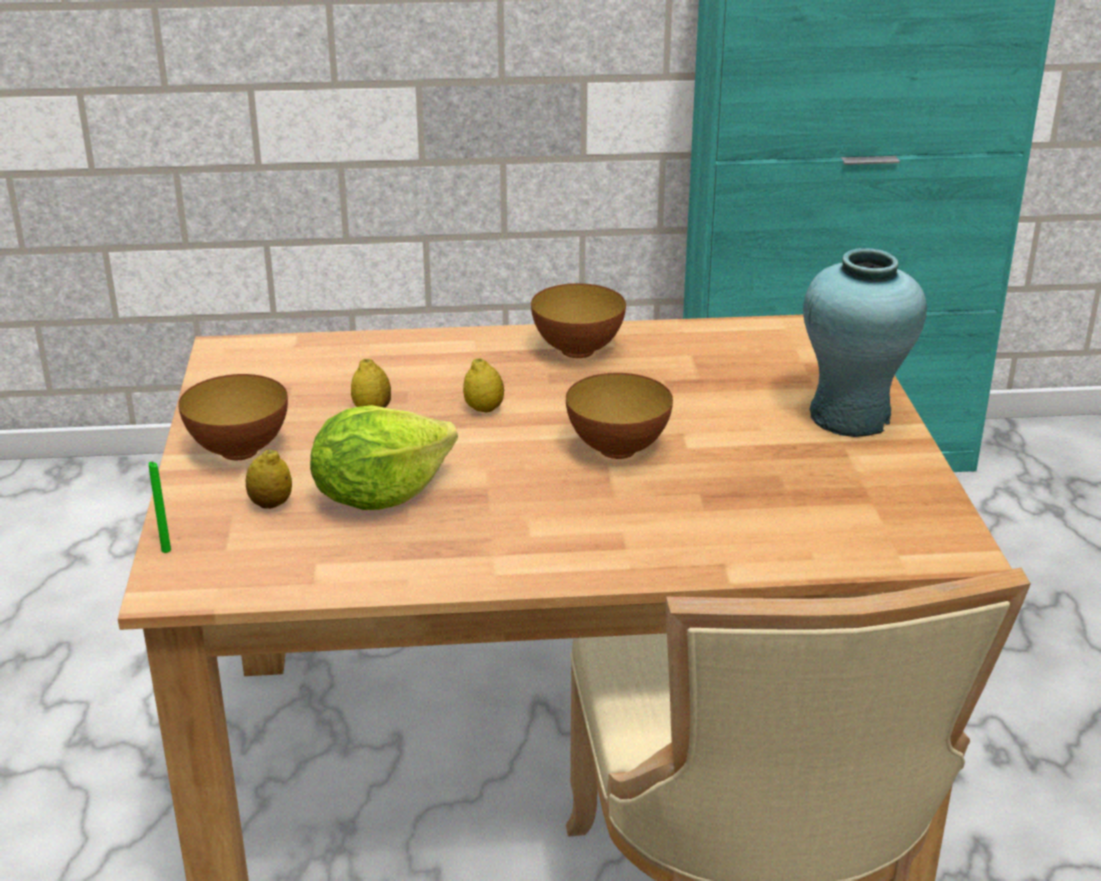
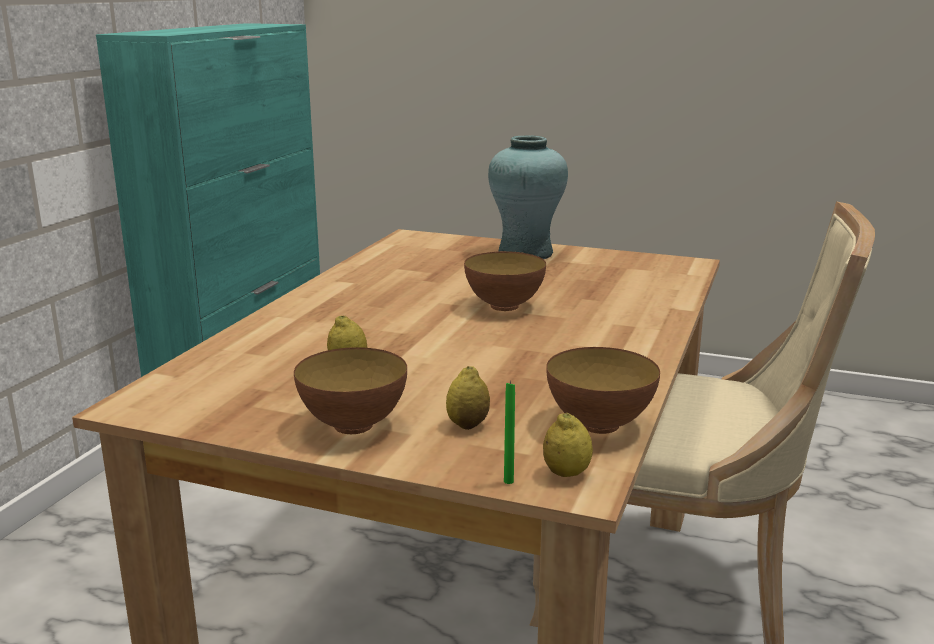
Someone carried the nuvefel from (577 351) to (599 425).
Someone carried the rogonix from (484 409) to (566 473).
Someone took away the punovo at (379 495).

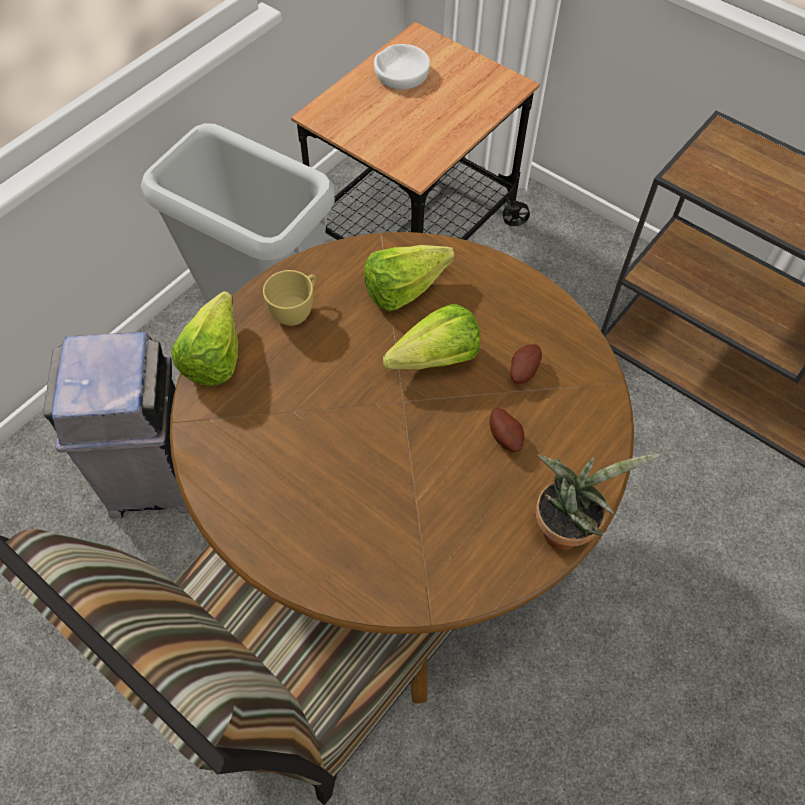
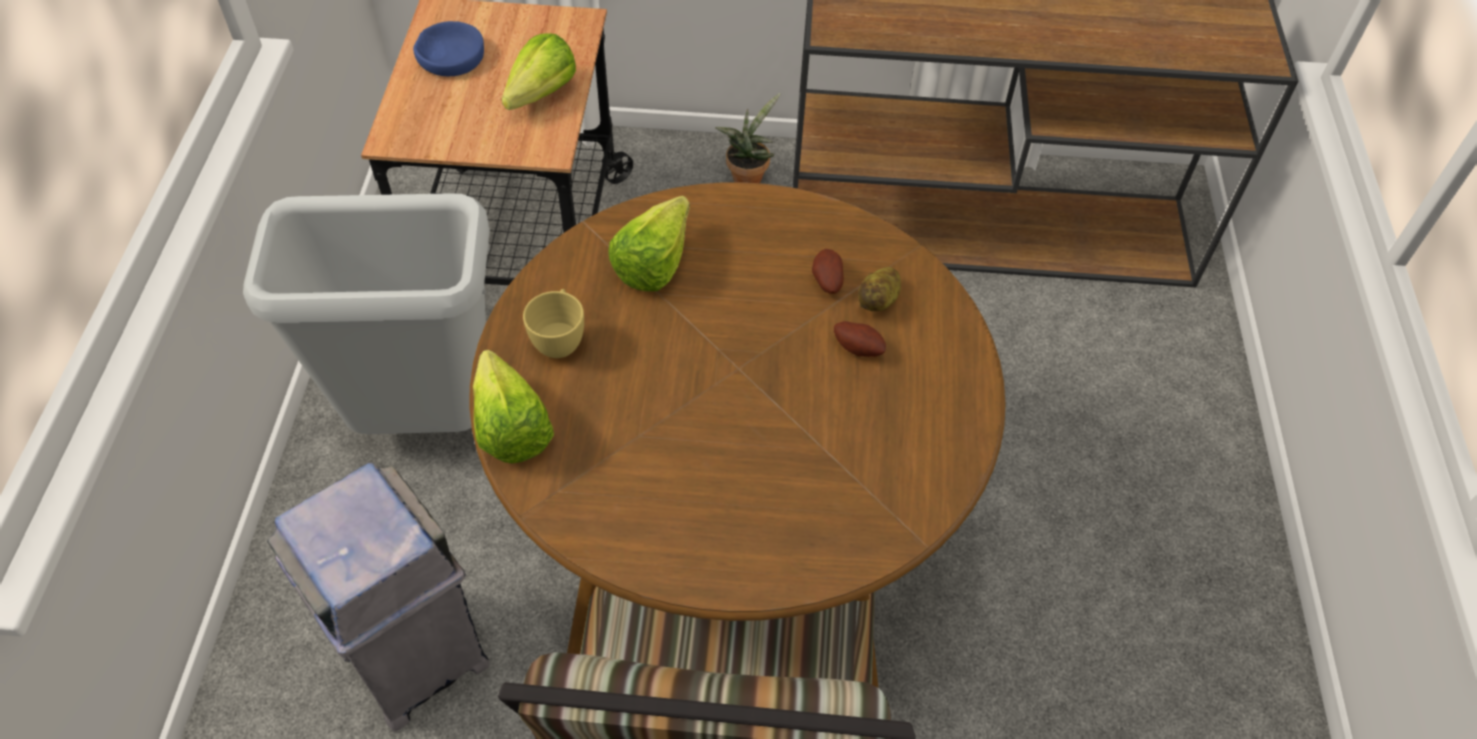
Someone repainted the white nuvefel at (401 74), which became the blue nuvefel at (451 57).
Someone carried the punovo from (427 361) to (535 98).
Someone carried the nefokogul from (565 527) to (747 178).
Someone put down the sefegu at (879 301).

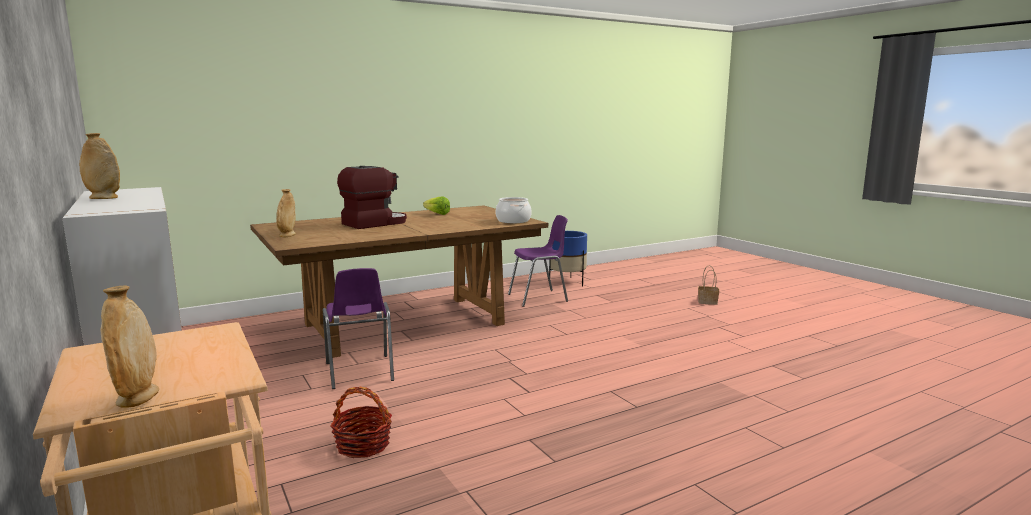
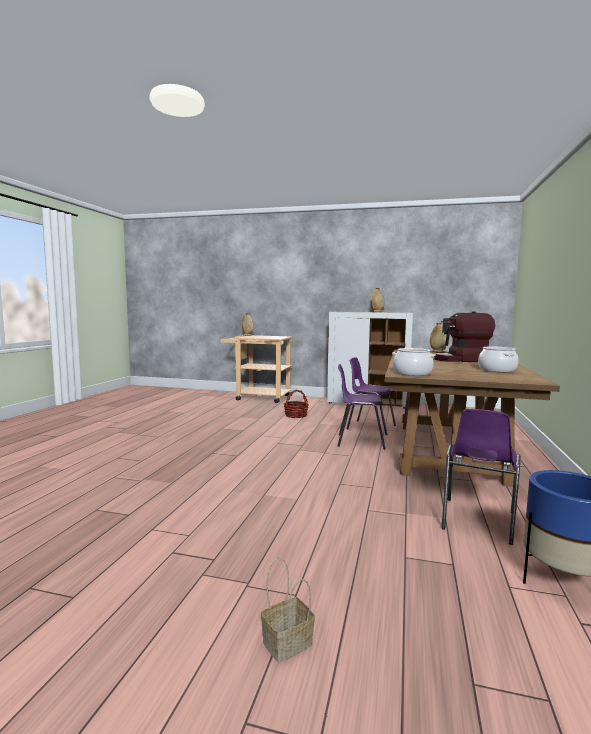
Someone rotated the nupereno at (374 223) by 90 degrees clockwise.
Someone swapped the punovo at (435 214) for the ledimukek at (497 370).
Someone put down the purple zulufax at (359 441).

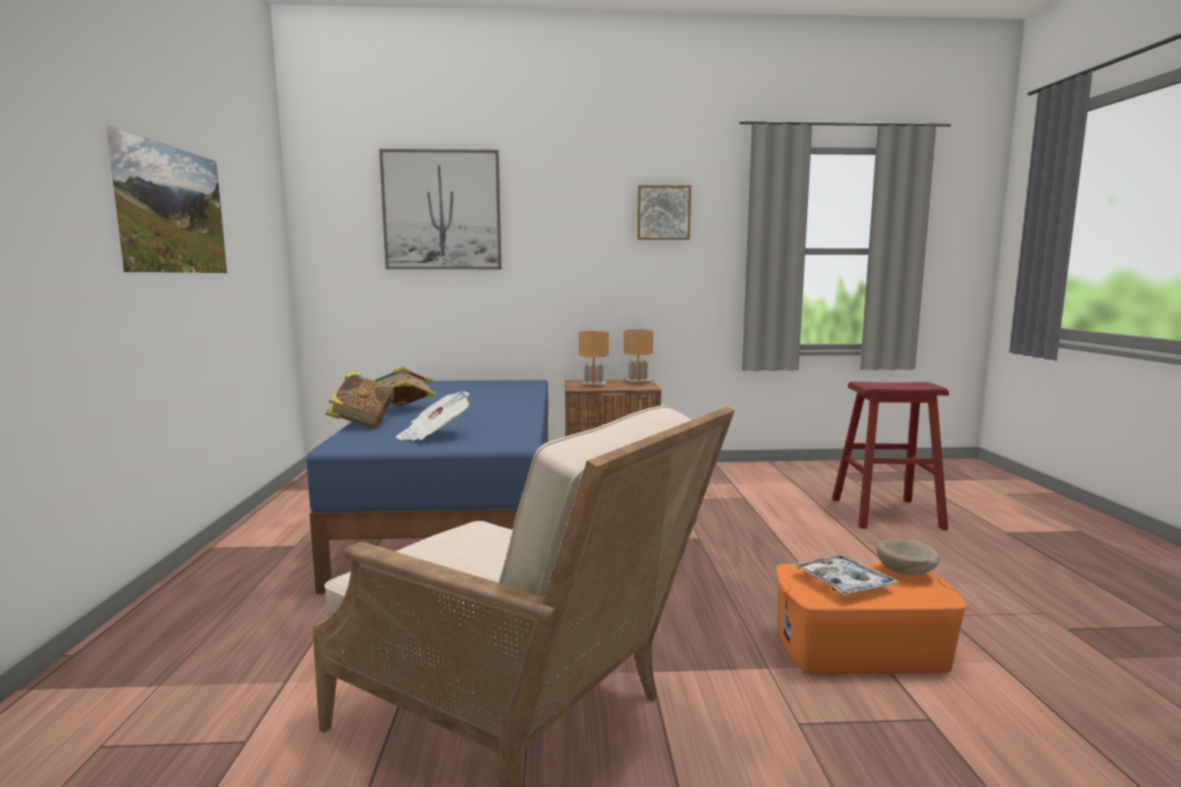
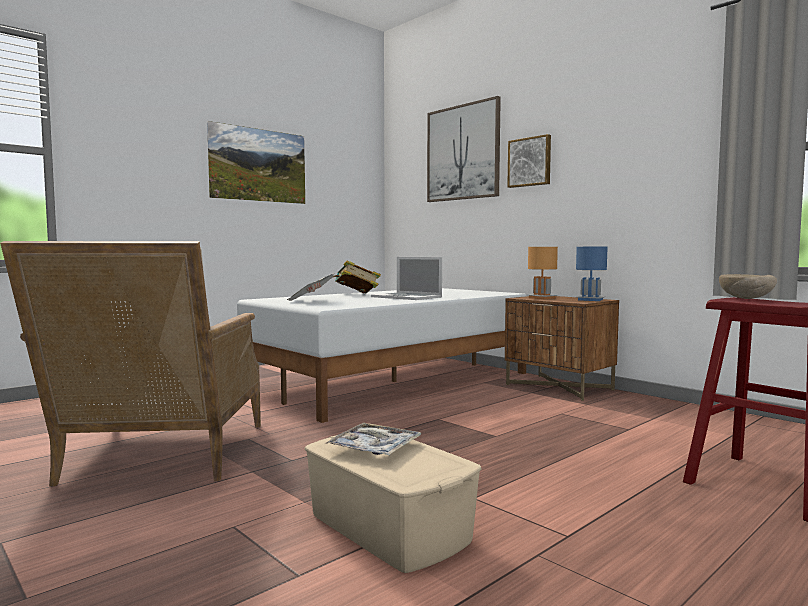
Someone carried the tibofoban from (663 213) to (530 162).
Someone repainted the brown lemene at (637 382), which became the blue lemene at (590 300).
Someone took away the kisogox at (362 424).
Someone repainted the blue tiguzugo at (463 512), which became the white tiguzugo at (394 382).
Someone carried the beige nuvefel from (907 573) to (746 299).
Someone repainted the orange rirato at (861 650), which became the beige rirato at (388 528).
Someone put down the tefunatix at (406 297).

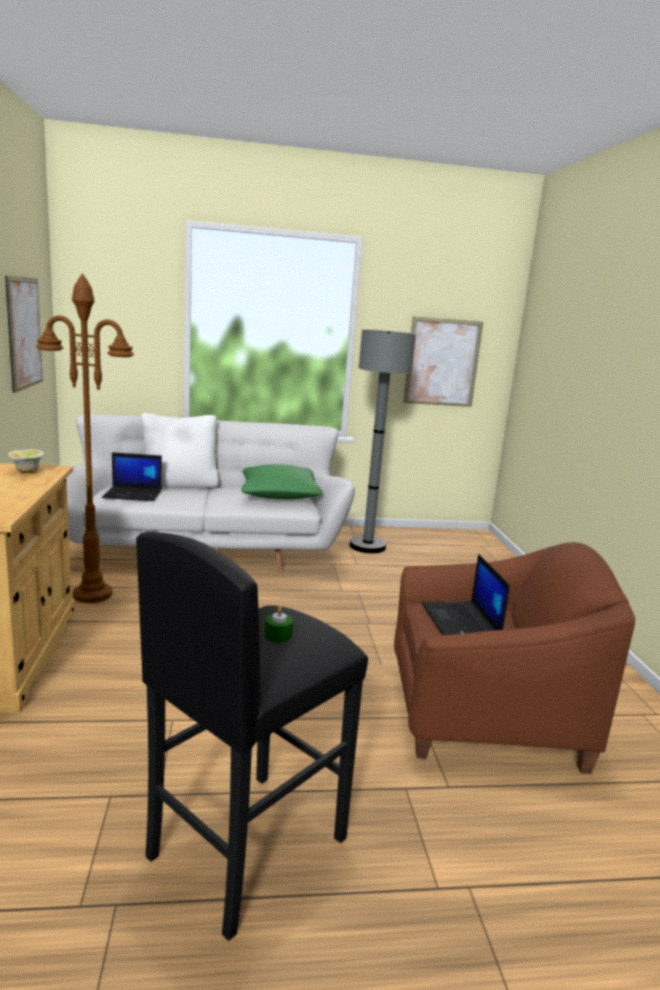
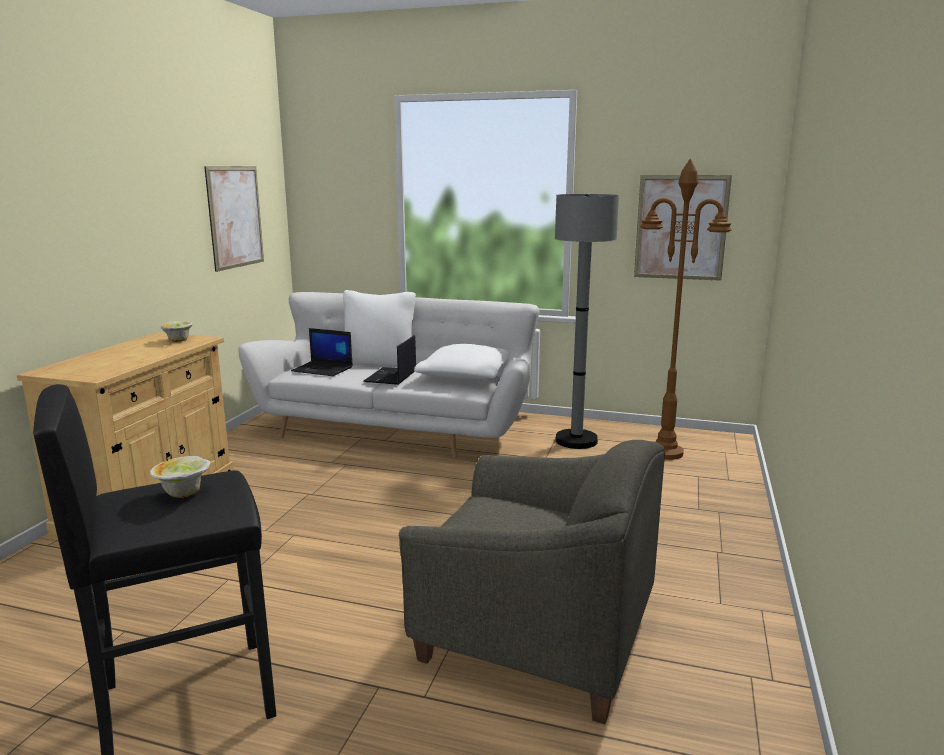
Someone carried the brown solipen from (93 594) to (666 453).
Someone repainted the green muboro at (279 495), which became the white muboro at (465 377).
Someone repainted the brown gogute at (484 717), which became the grey gogute at (535 636).
Someone carried the tefunatix from (461 621) to (391 377).
Someone swapped the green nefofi at (278 635) for the nuvefel at (184 494).

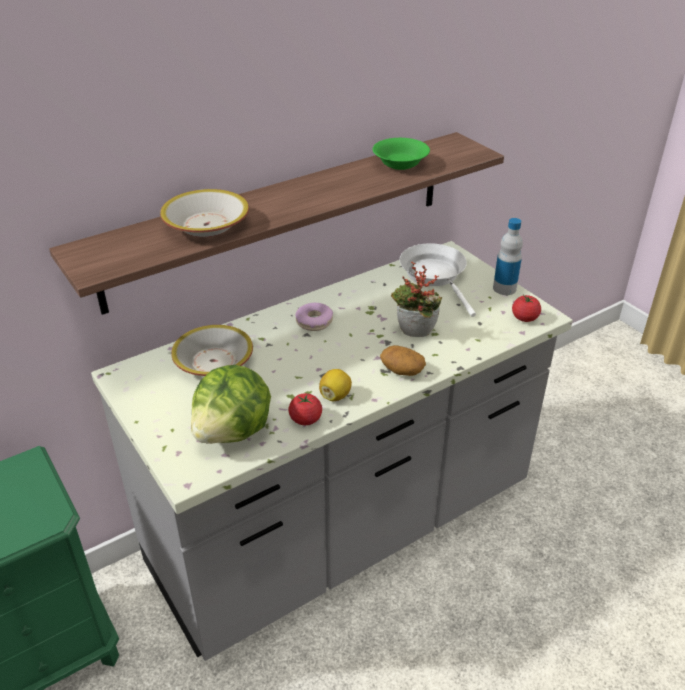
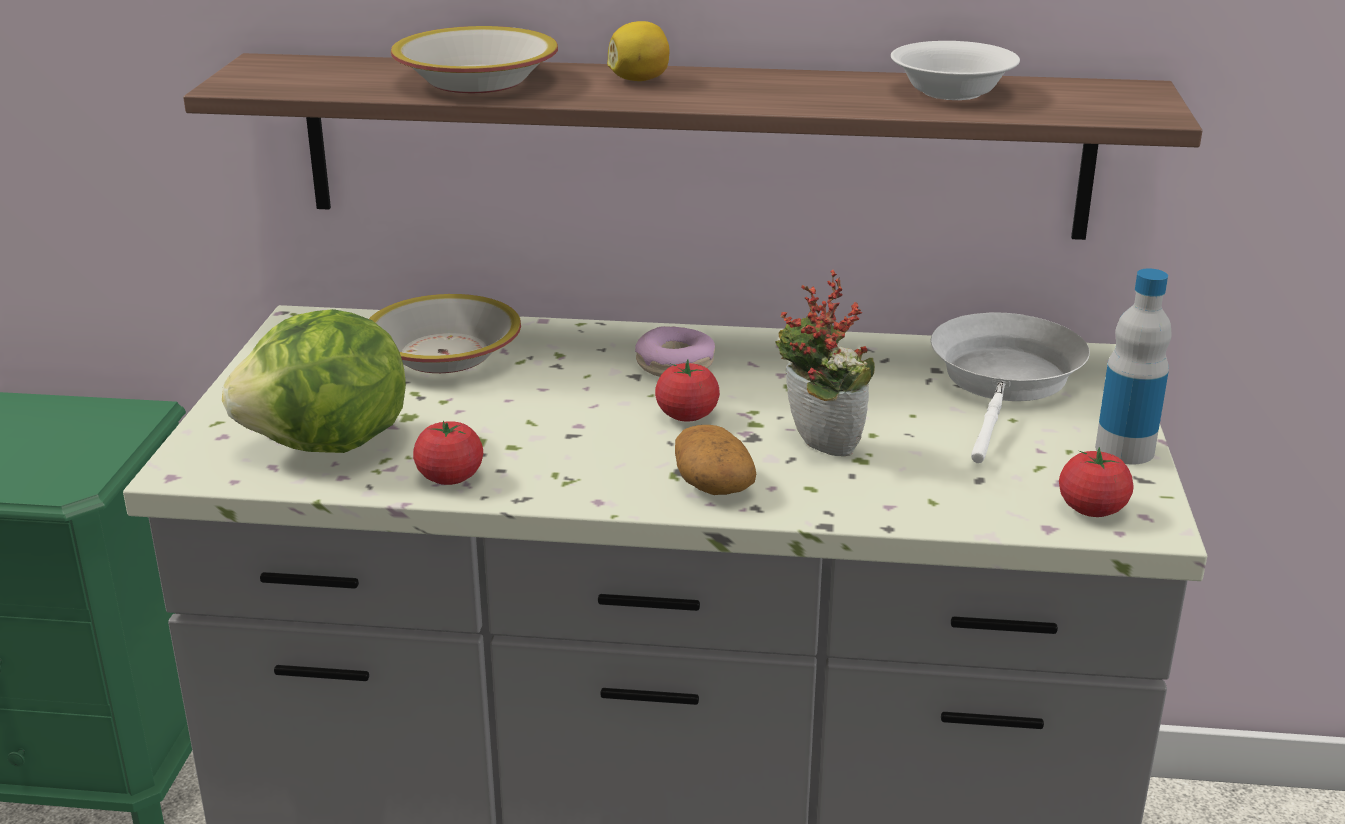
Someone repainted the green nuvefel at (401 164), which became the white nuvefel at (952 92).
Someone carried the rogonix from (335 395) to (639 79).
Someone put down the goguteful at (687 415).

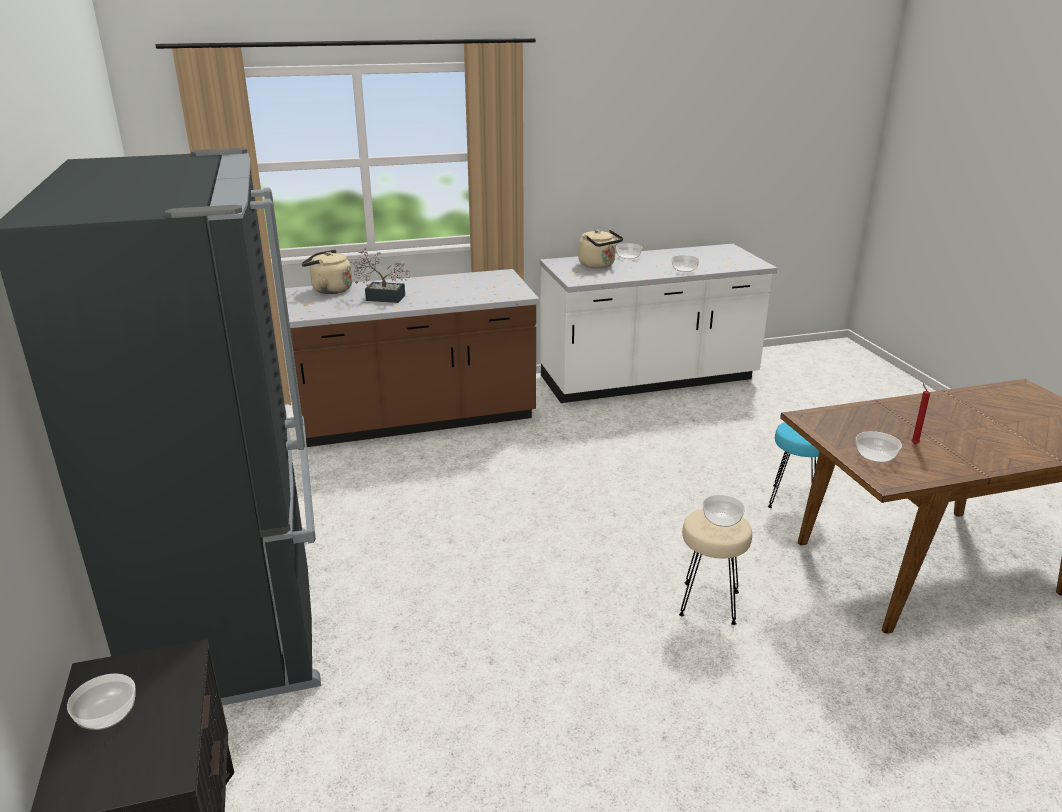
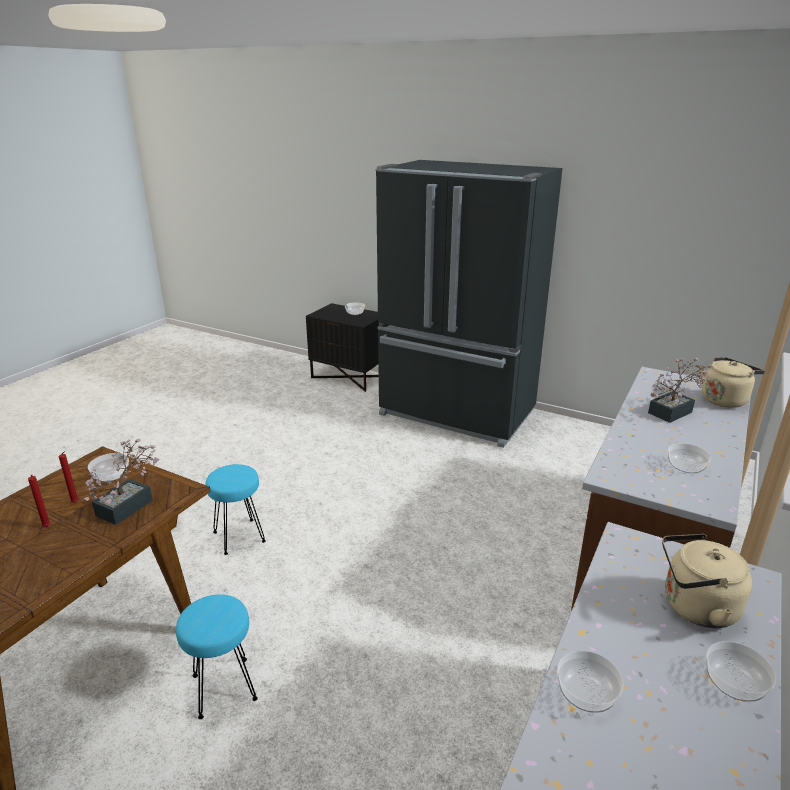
Someone carried the nuvefel from (722 520) to (685 466).
Someone repainted the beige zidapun at (708 603), which became the turquoise zidapun at (240 536).
Someone put down the nefokogul at (130 504).
Someone put down the red nefofi at (47 527).

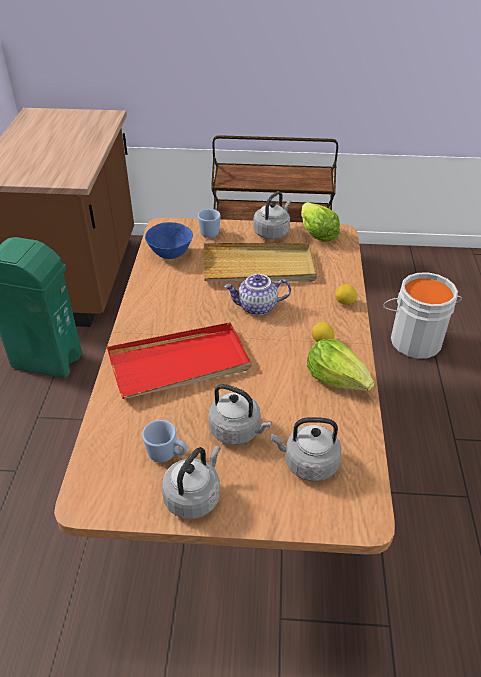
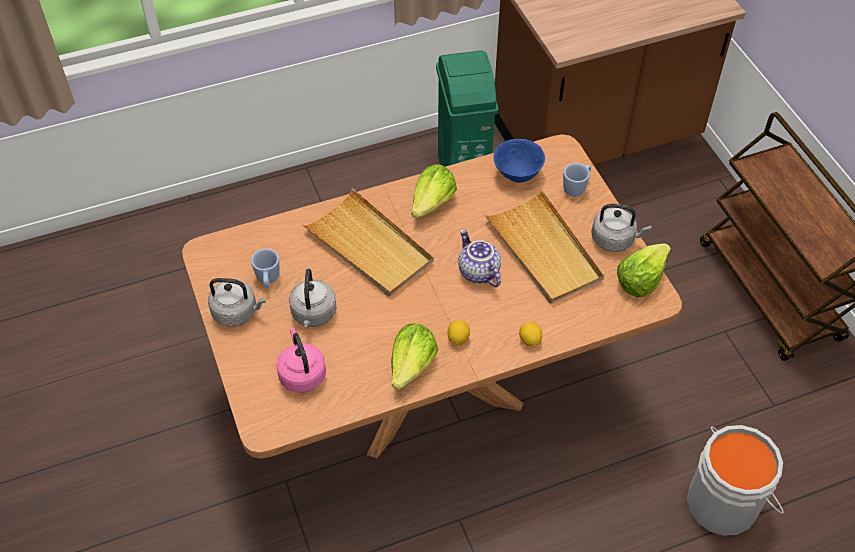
Someone repainted the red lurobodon at (180 364), which became the beige lurobodon at (369 246).
Someone repainted the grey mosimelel at (308 463), which became the pink mosimelel at (302 374).
Someone put down the punovo at (432 203).

